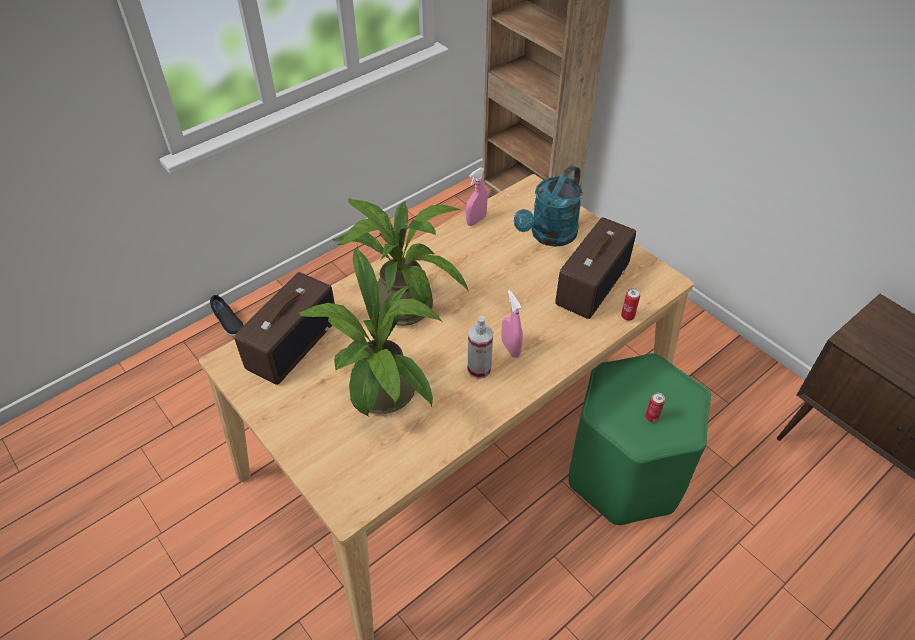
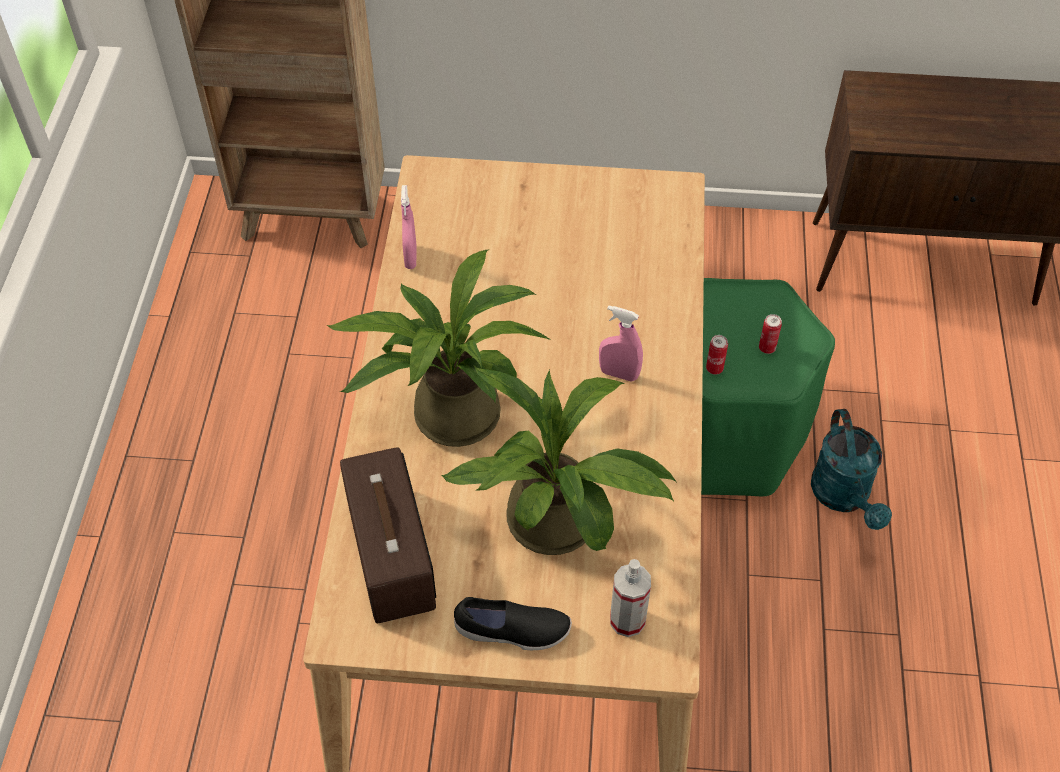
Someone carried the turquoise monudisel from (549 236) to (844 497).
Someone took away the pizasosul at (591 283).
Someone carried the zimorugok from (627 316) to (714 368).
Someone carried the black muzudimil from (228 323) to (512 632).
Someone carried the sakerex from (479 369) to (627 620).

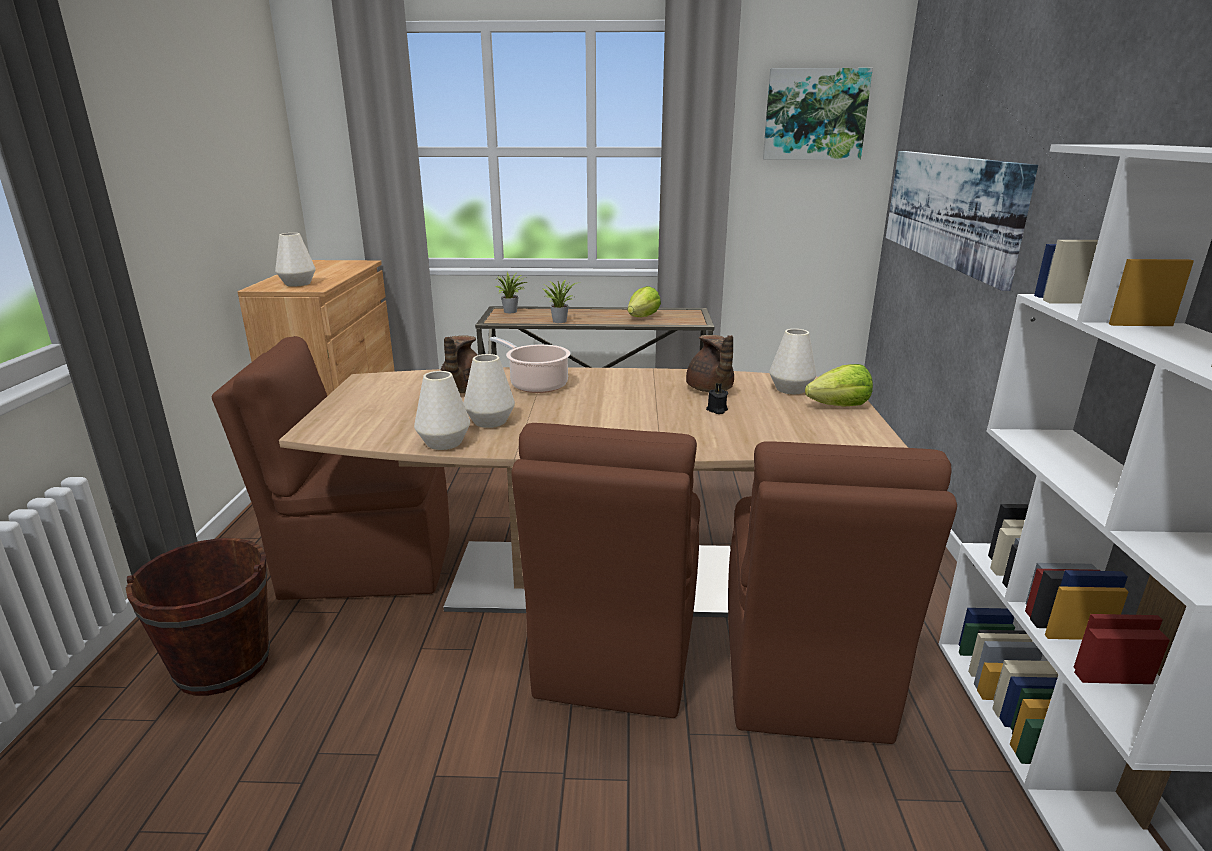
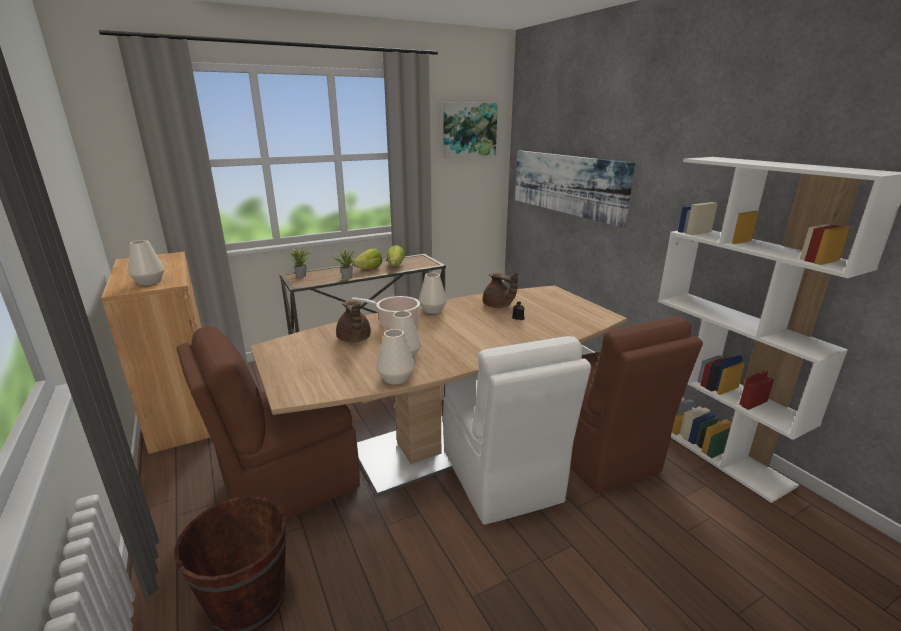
Someone carried the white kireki from (791 389) to (433 310).
Someone carried the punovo from (839 406) to (369 269).
Someone repainted the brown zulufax at (617 650), which became the white zulufax at (501 478).

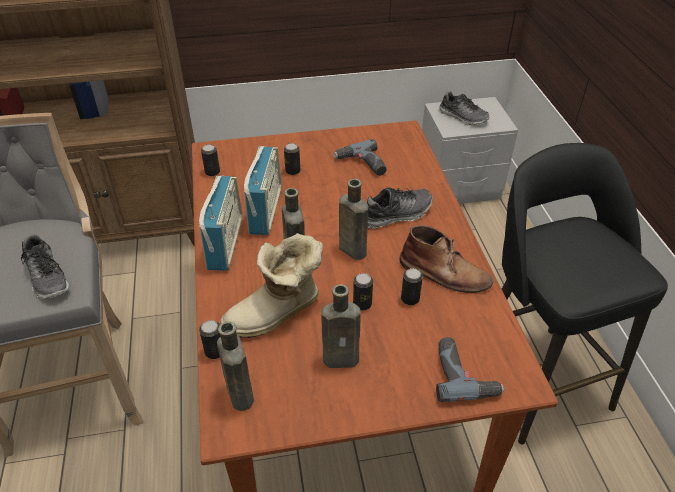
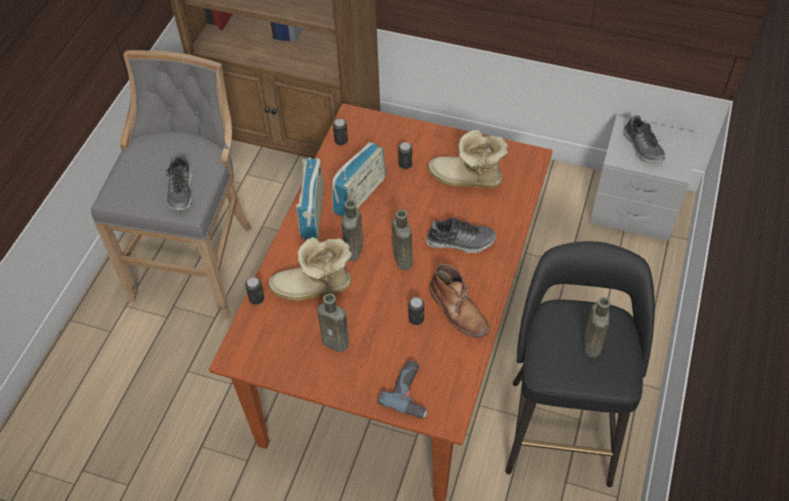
Someone swapped the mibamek at (362 164) for the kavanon at (467 180).
Someone rotated the pizasosul at (225 243) by 150 degrees clockwise.
Someone took away the zimorugok at (362 304).
Someone carried the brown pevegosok from (239 392) to (591 343).

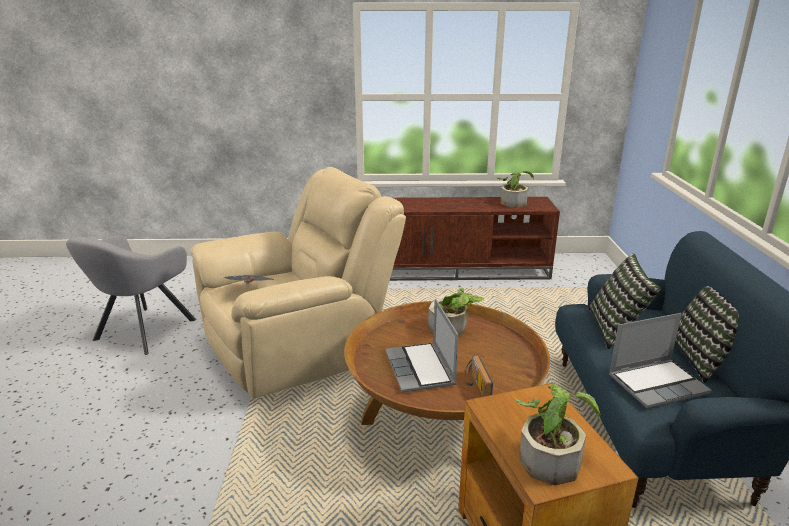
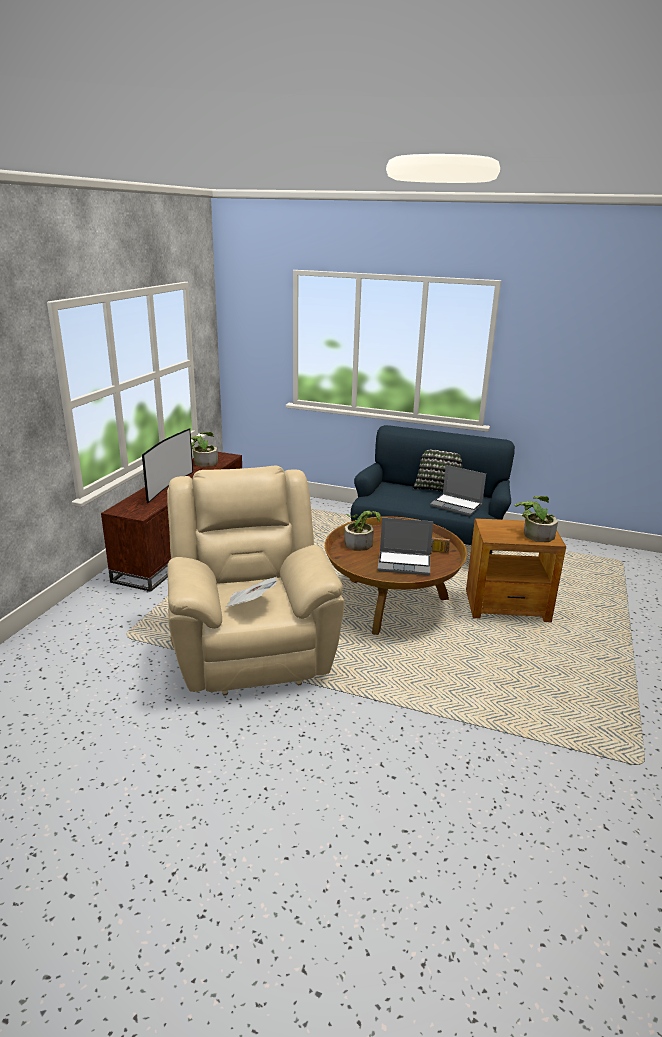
Someone took away the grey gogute at (142 332).
Someone took away the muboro at (616 329).
Someone rotated the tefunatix at (657 383) by 120 degrees clockwise.
Someone put down the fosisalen at (168 486).

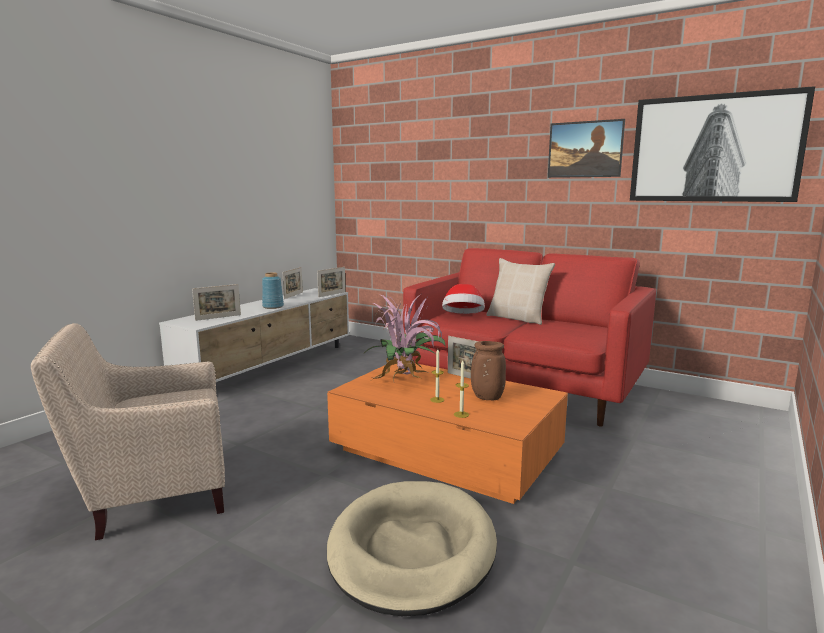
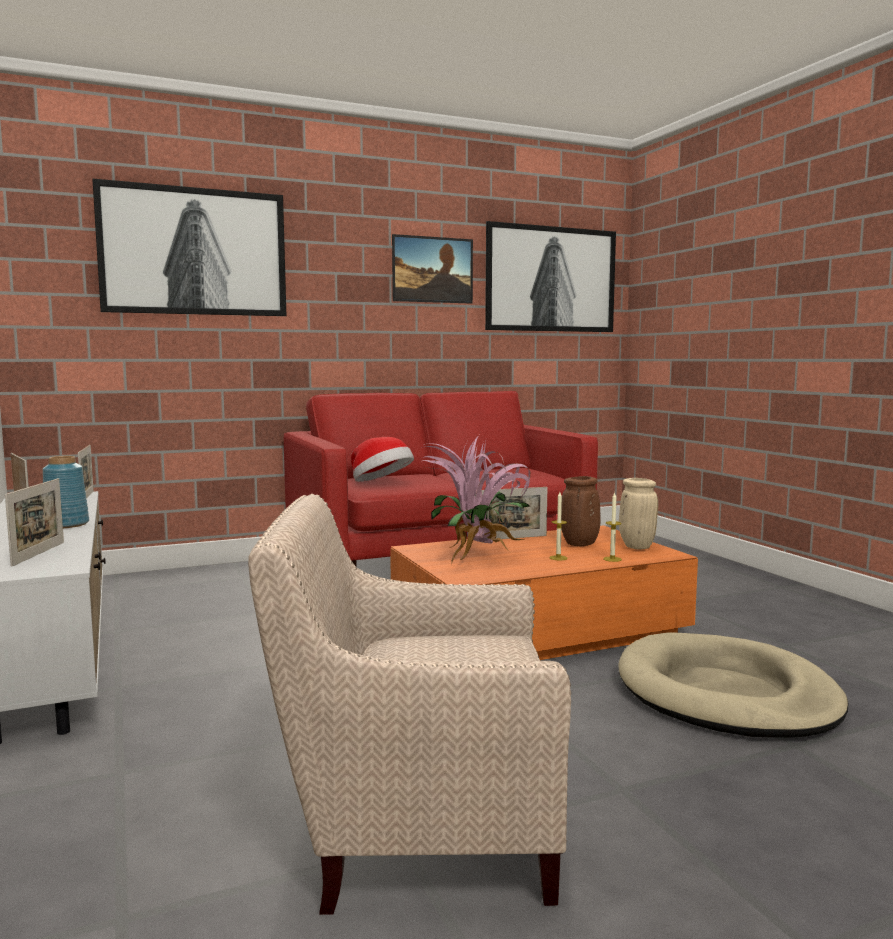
Someone took away the beige muboro at (518 318).
Someone rotated the beige gogute at (153 493) by 75 degrees clockwise.
Someone put up the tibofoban at (194 252).
Someone put down the beige kireki at (635 547).

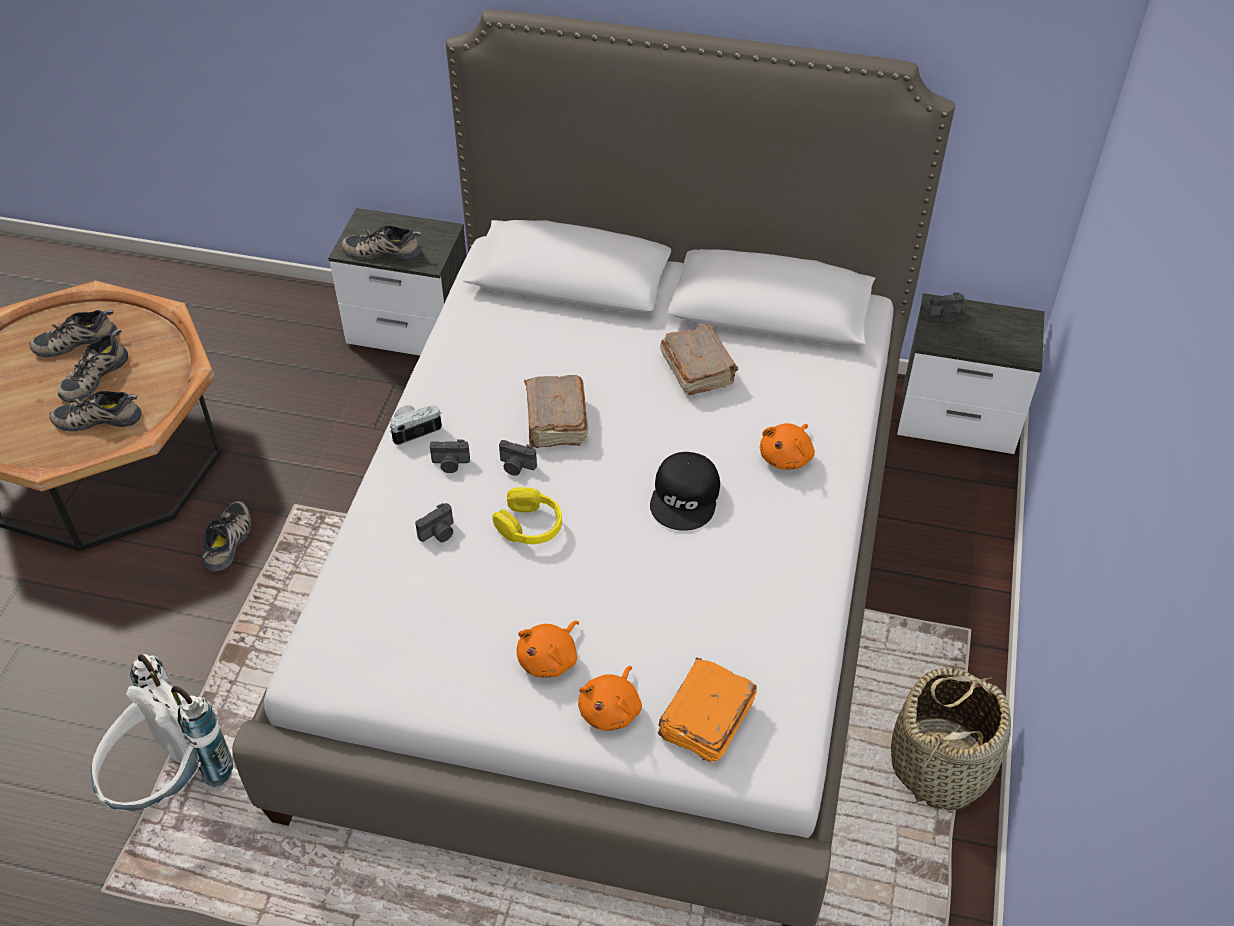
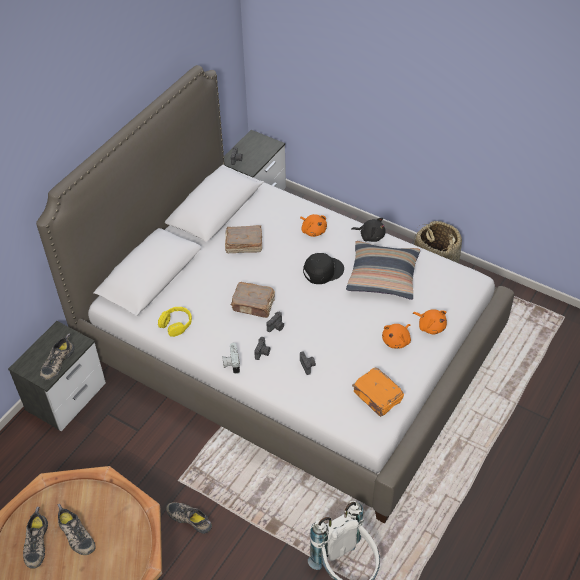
Someone took away the muzudimil at (99 417).
Someone rotated the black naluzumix at (686 497) by 60 degrees counterclockwise.
Someone carried the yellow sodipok from (530 526) to (176 324).
Someone rotated the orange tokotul at (550 659) by 75 degrees clockwise.
Someone carried the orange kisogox from (705 720) to (377 397).
Someone put down the black tokotul at (370 236).
Someone put down the muboro at (383 276).

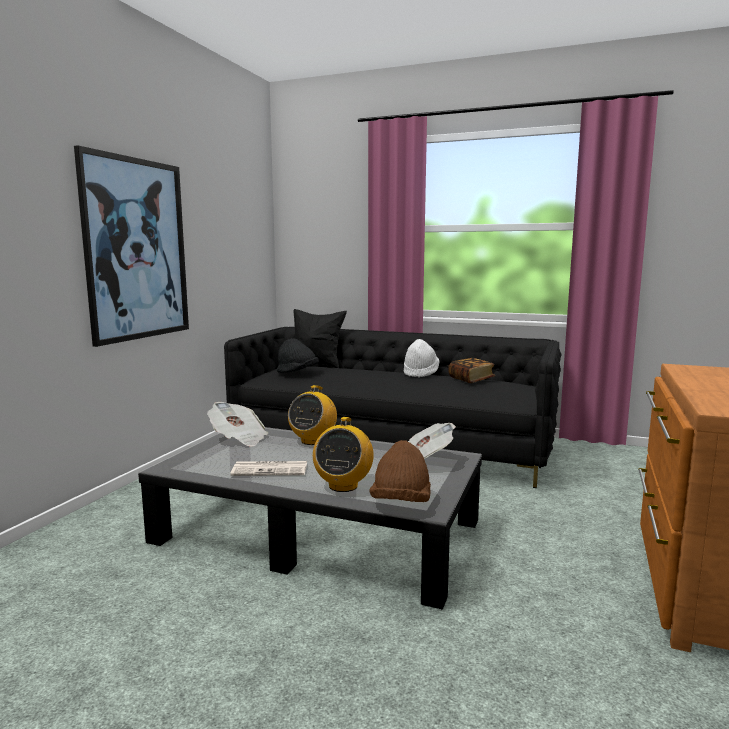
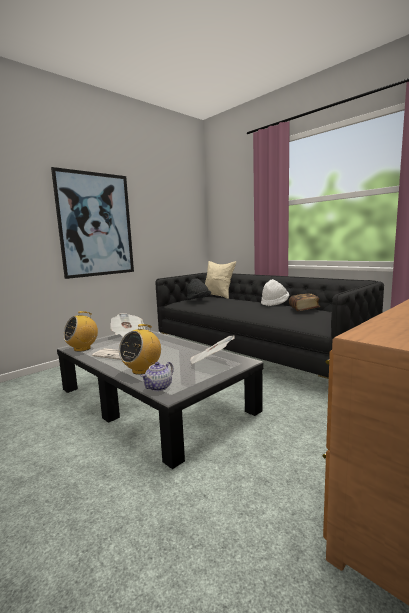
Someone repainted the black muboro at (316 365), which became the beige muboro at (218 296).
Someone carried the pizasosul from (313 441) to (82 348).
Someone swapped the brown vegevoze at (401 503) for the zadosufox at (159 387).

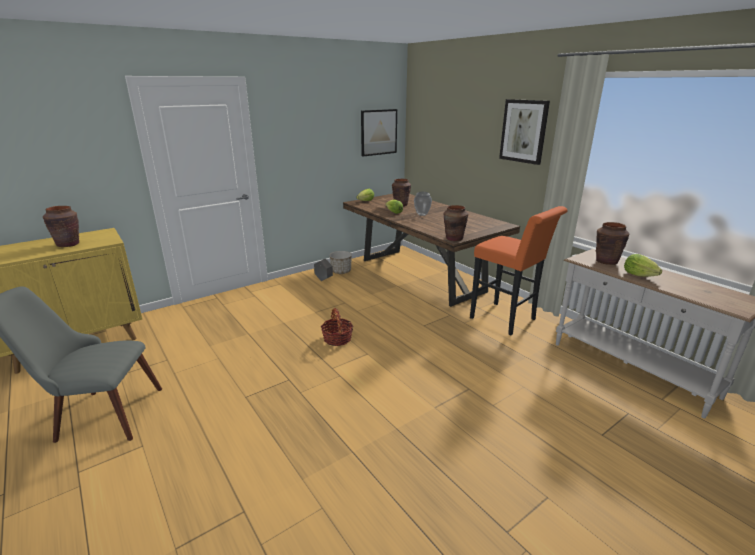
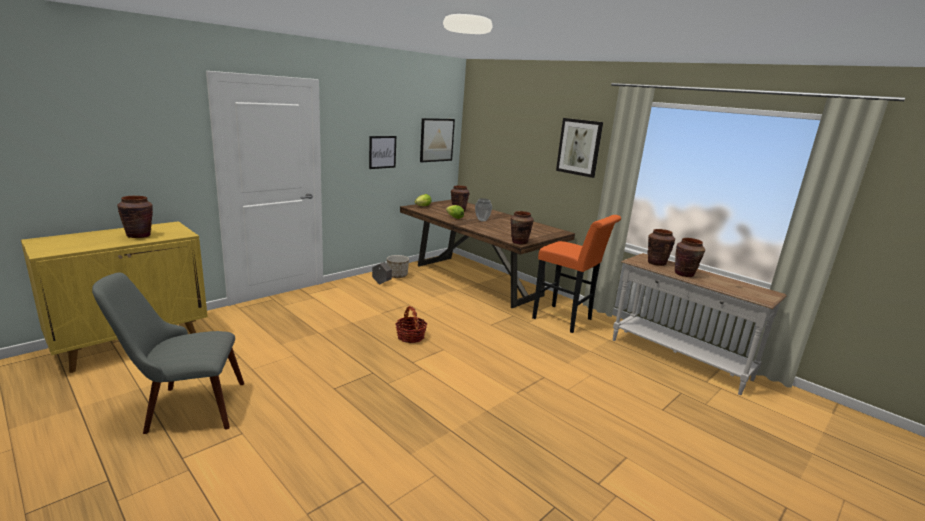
Someone swapped the punovo at (638 275) for the brown kireki at (684 274).
Someone put up the tibofoban at (382 152).

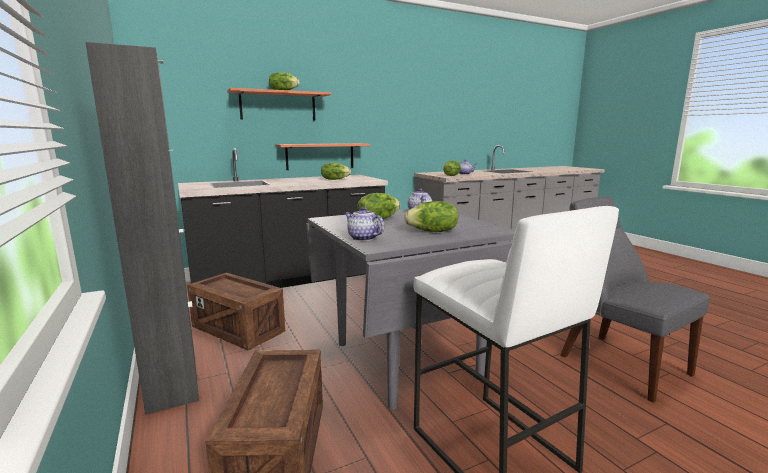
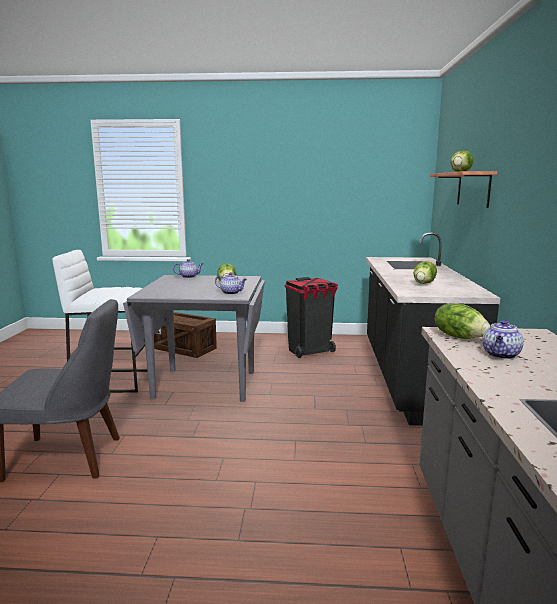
Someone took away the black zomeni at (172 380).
Someone took away the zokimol at (320 156).
Someone took away the punovo at (432 232).
Someone swapped the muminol at (238 329) for the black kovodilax at (310 351).

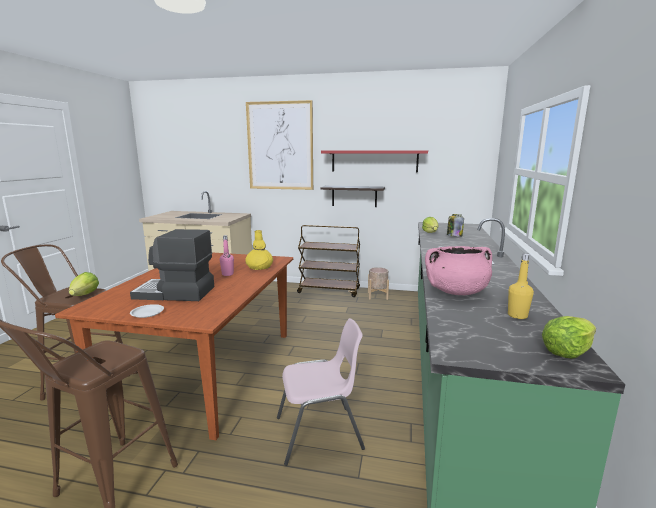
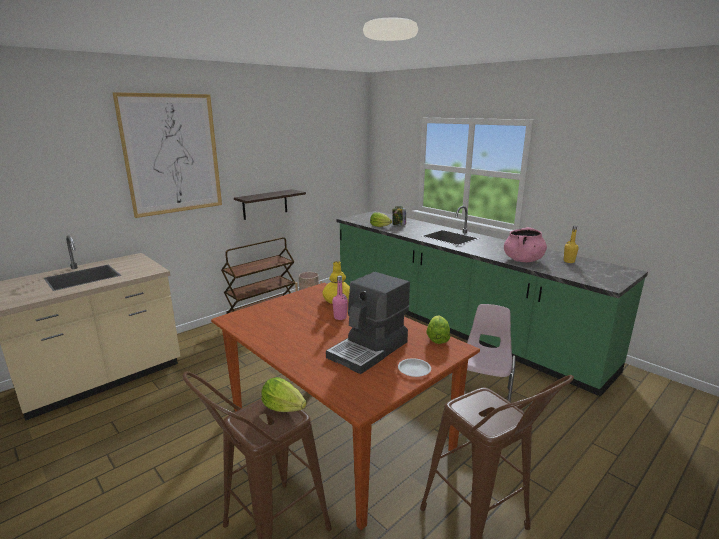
Someone took away the red zokimol at (374 161).
Someone carried the punovo from (566 352) to (437 339).

